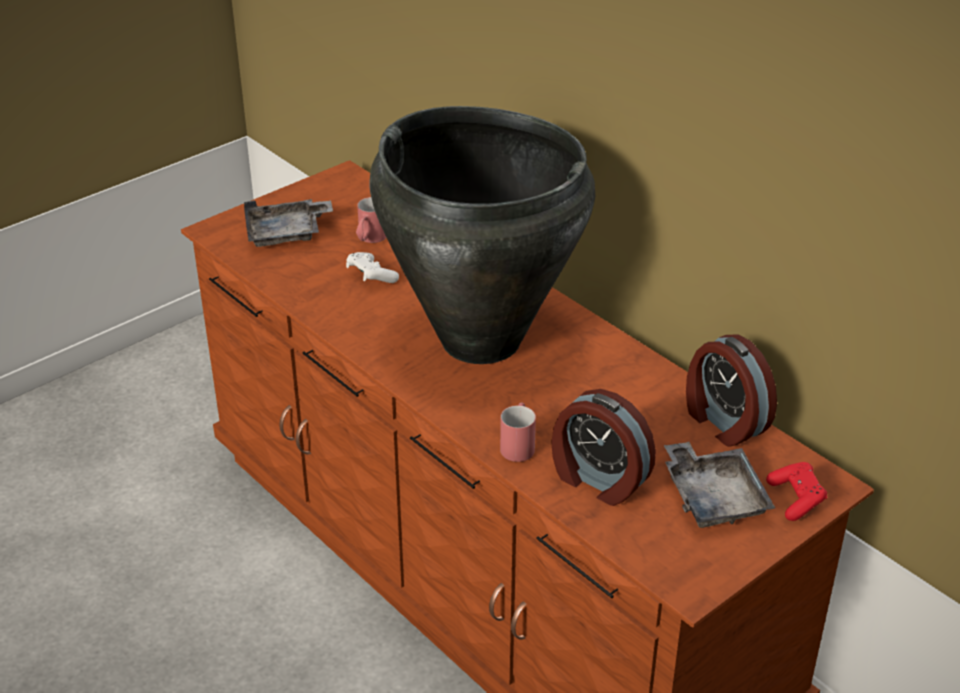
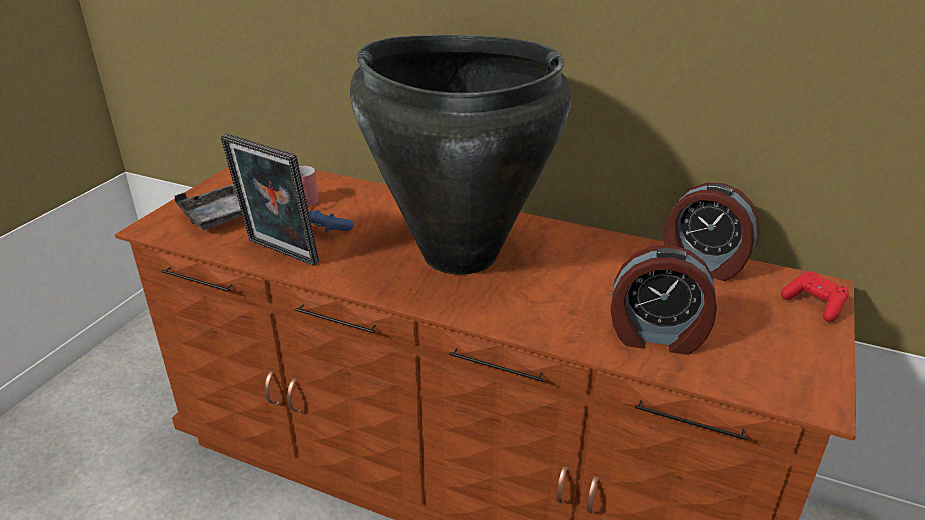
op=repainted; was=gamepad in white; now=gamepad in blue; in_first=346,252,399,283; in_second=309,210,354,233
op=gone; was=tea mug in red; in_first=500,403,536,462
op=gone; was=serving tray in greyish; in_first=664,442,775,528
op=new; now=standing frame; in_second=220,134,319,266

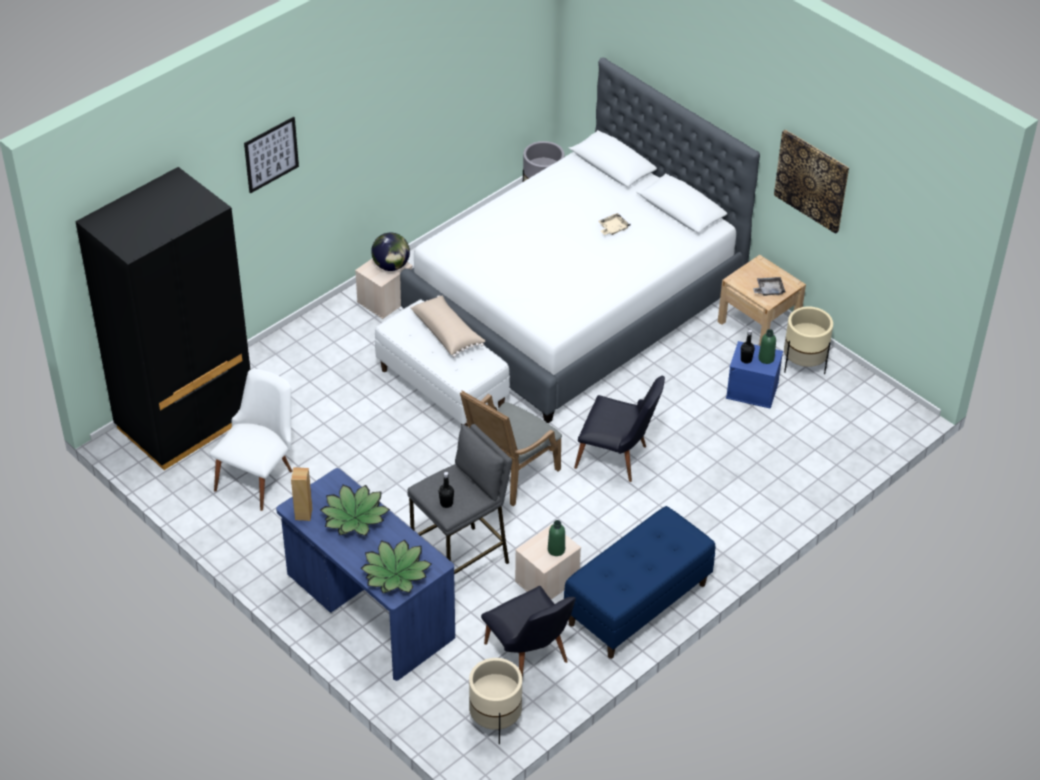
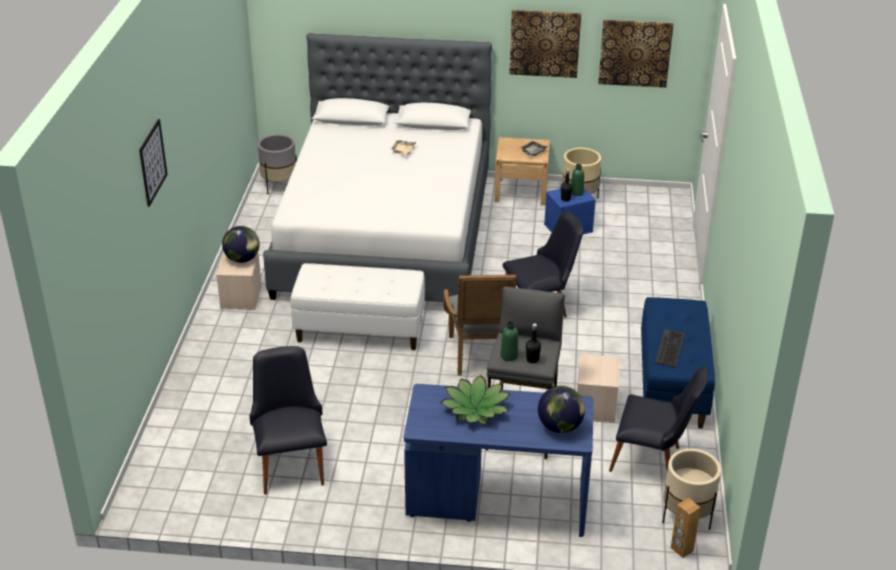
op=gone; was=wardrobe in blackish; in_first=75,167,251,470
op=repainted; was=upright chair in white; now=upright chair in blackish; in_first=210,369,293,511; in_second=250,346,327,494
op=shifted; was=loudspeaker in brown; in_first=291,467,313,521; in_second=671,498,700,558
op=swapped; was=potted plant; now=desk globe; in_first=361,539,432,593; in_second=538,386,585,433
op=gone; was=throw pillow in beige; in_first=410,295,485,358
op=shifted; was=beverage bottle in green; in_first=548,520,565,556; in_second=500,321,518,361
op=new; now=wall art; in_second=598,19,674,88
op=new; now=keyboard; in_second=655,329,685,368

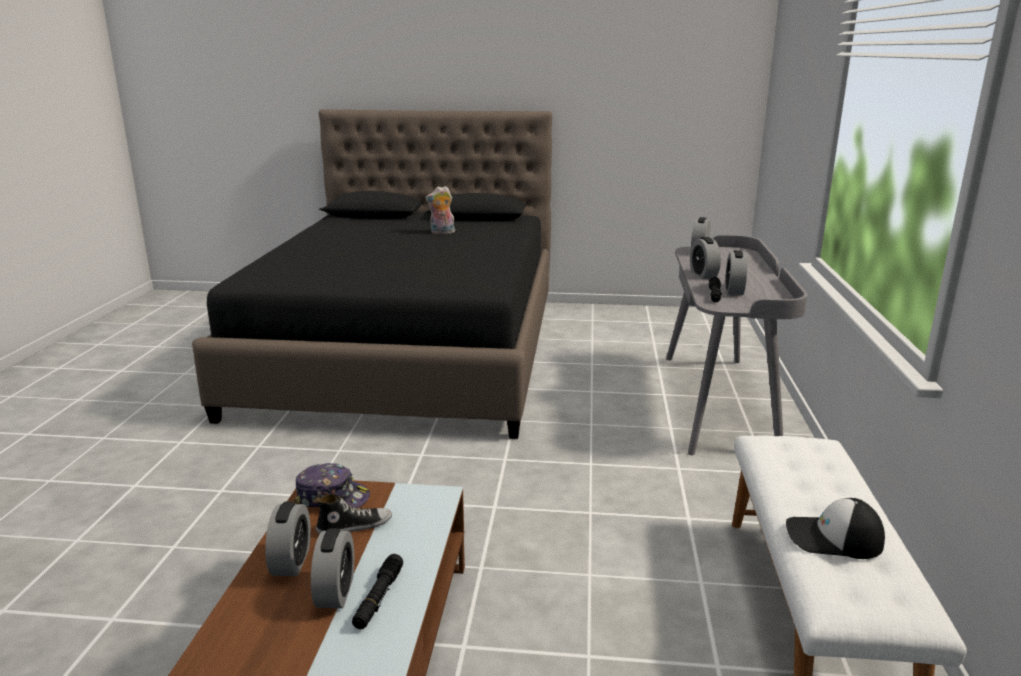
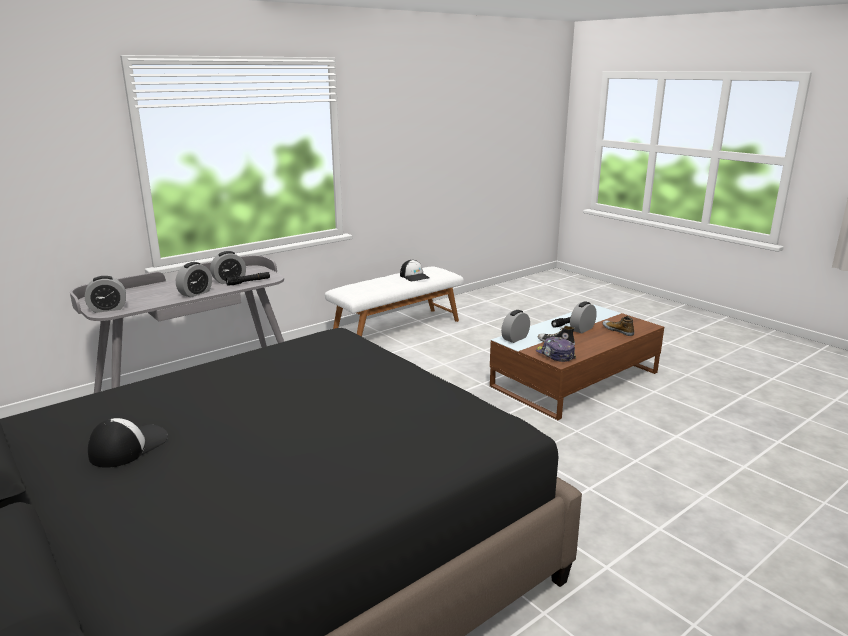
op=shifted; was=bedside clock; in_first=265,501,311,576; in_second=501,310,530,343
op=swapped; was=cuddly toy; now=baseball cap; in_first=425,186,455,234; in_second=88,418,168,468
op=new; now=shoe; in_second=603,316,634,336

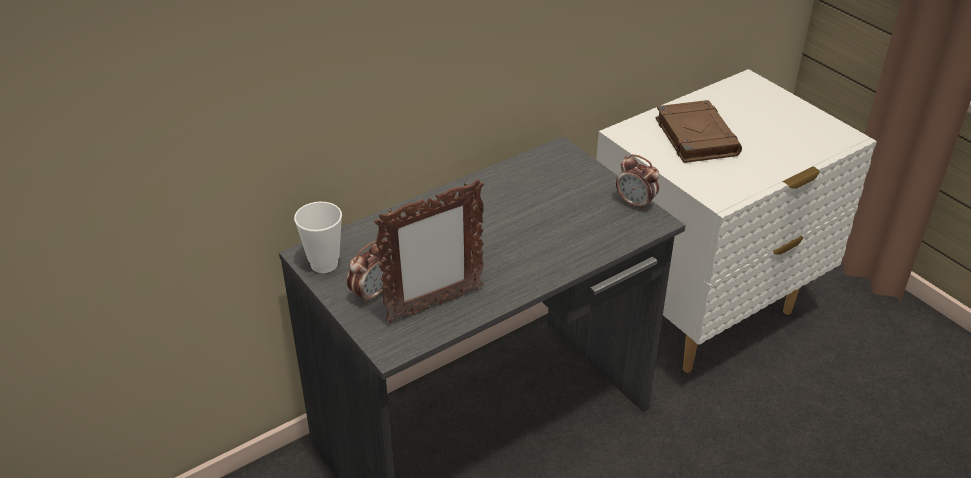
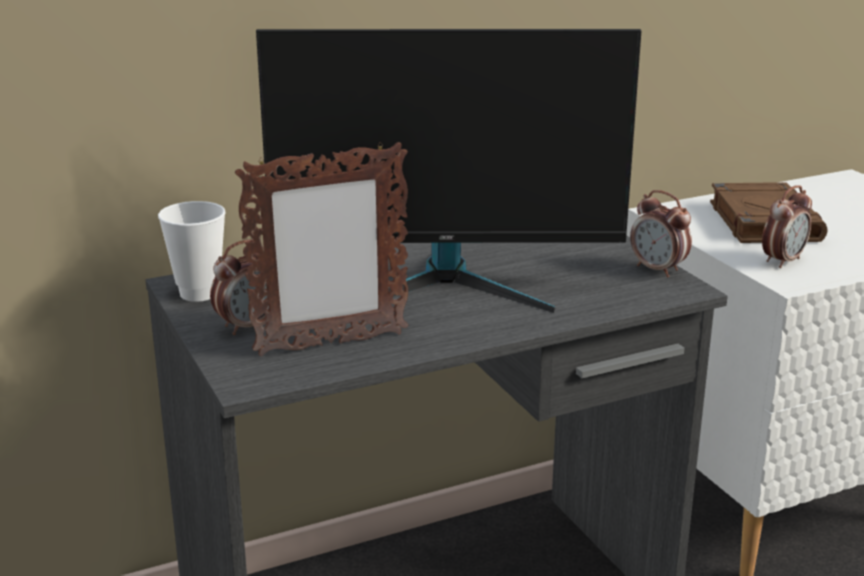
op=new; now=monitor; in_second=256,29,642,313
op=new; now=bedside clock; in_second=762,185,812,268

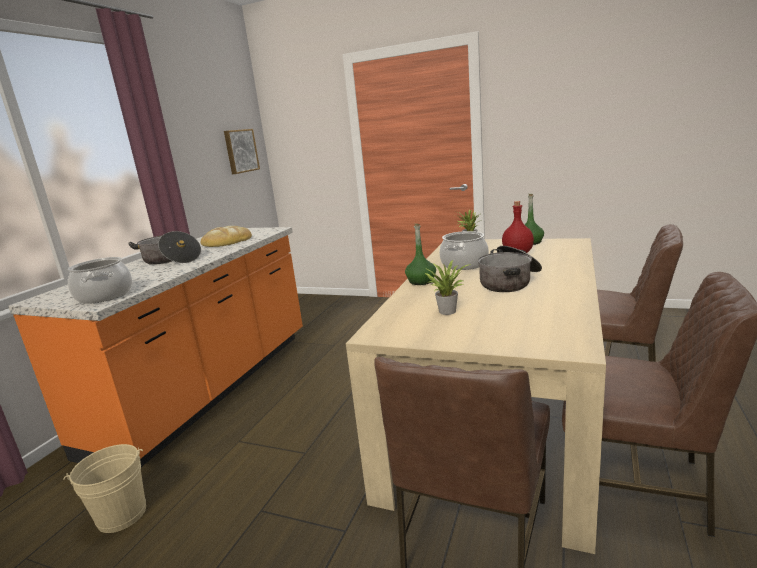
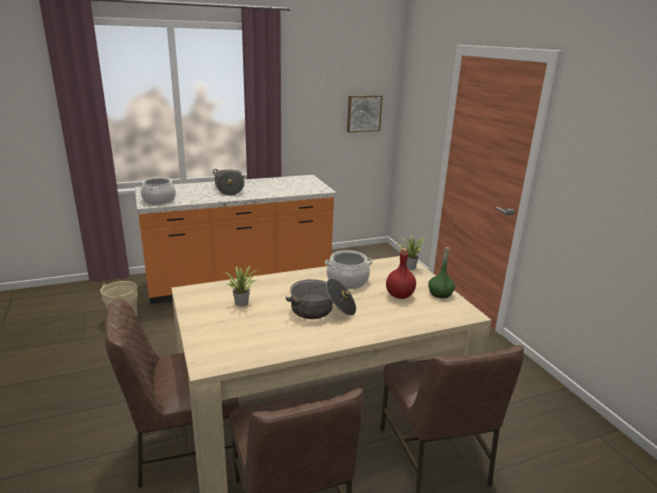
op=gone; was=bread; in_first=201,226,252,247
op=gone; was=beverage bottle in green; in_first=405,224,436,285

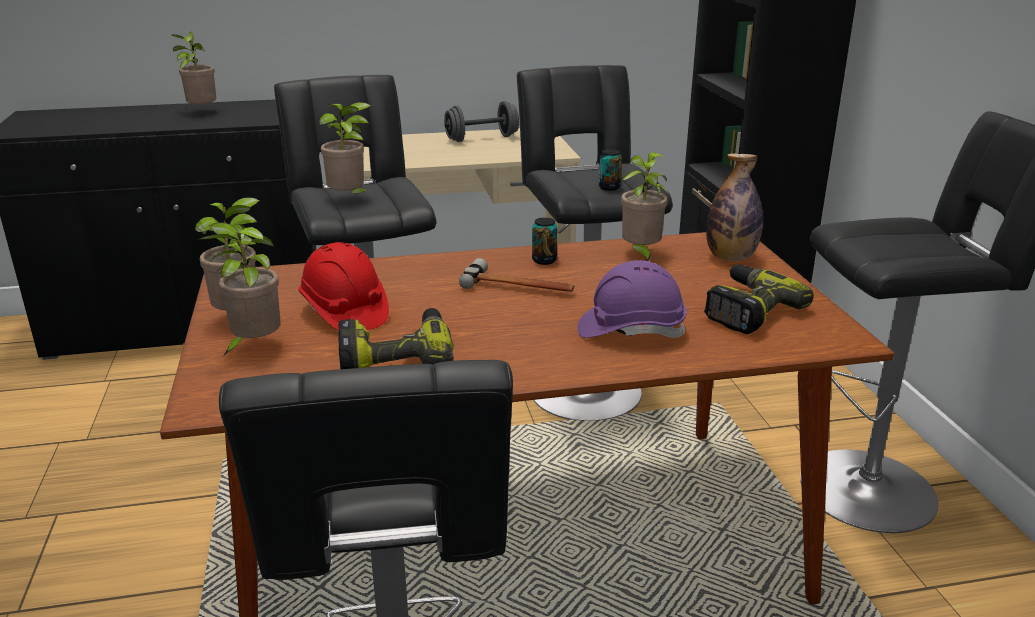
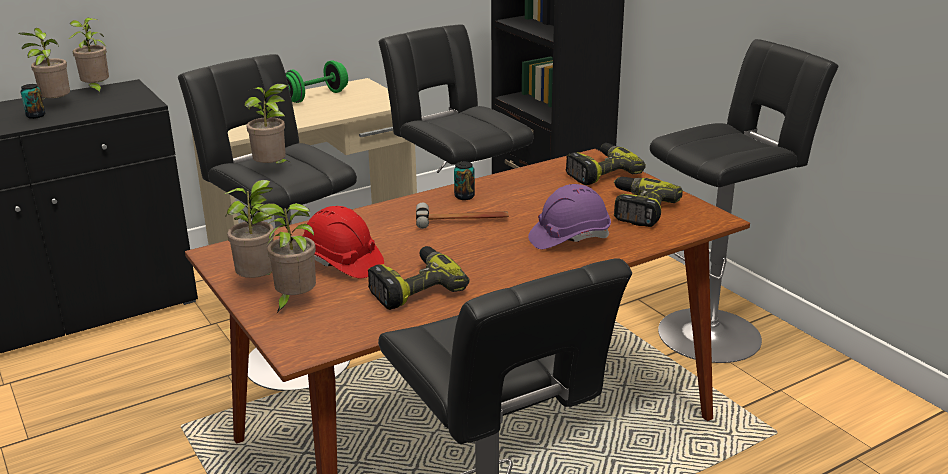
op=repainted; was=free weight in greyish; now=free weight in green; in_first=444,101,519,142; in_second=286,60,348,103
op=shifted; was=can; in_first=599,149,622,191; in_second=20,84,45,119
op=shifted; was=potted plant; in_first=621,152,669,261; in_second=69,18,109,94
op=swapped; was=beverage bottle; now=power drill; in_first=706,154,763,261; in_second=566,143,646,185

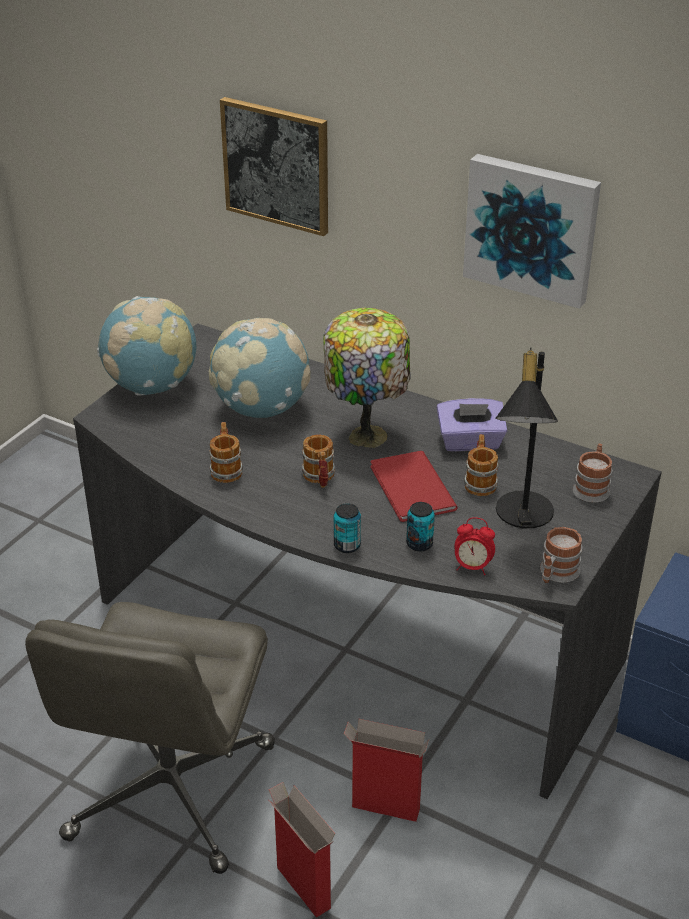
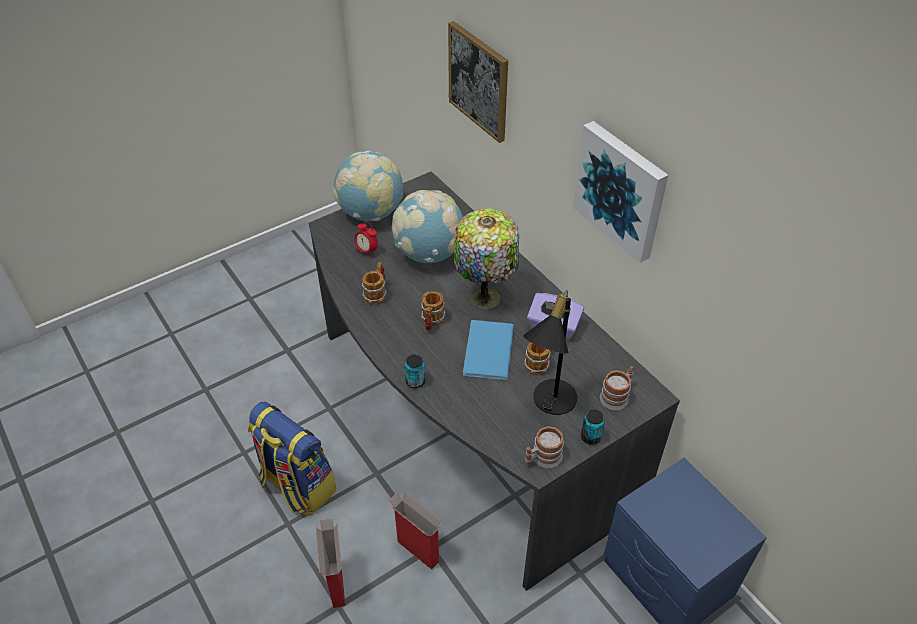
op=swapped; was=computer chair in greyish; now=knapsack; in_first=25,602,275,874; in_second=248,401,336,516
op=repainted; was=volume in red; now=volume in blue; in_first=370,451,458,522; in_second=463,320,514,380
op=shifted; was=can; in_first=406,502,435,552; in_second=581,410,605,445
op=shifted; was=bedside clock; in_first=454,517,495,575; in_second=355,221,378,258

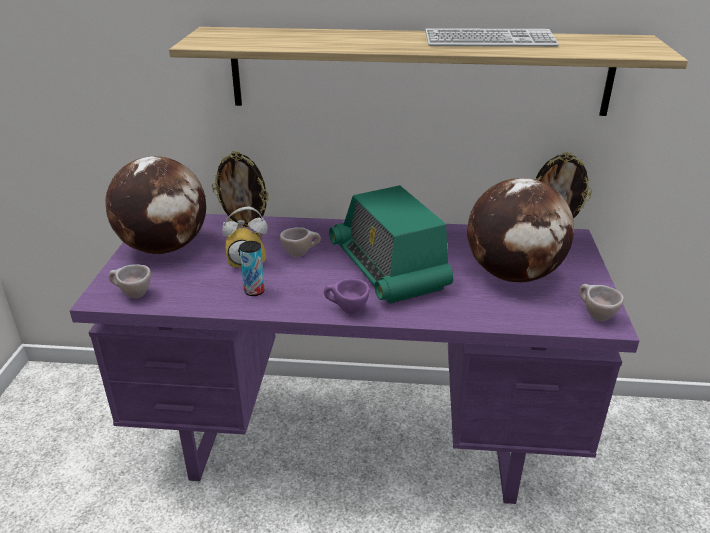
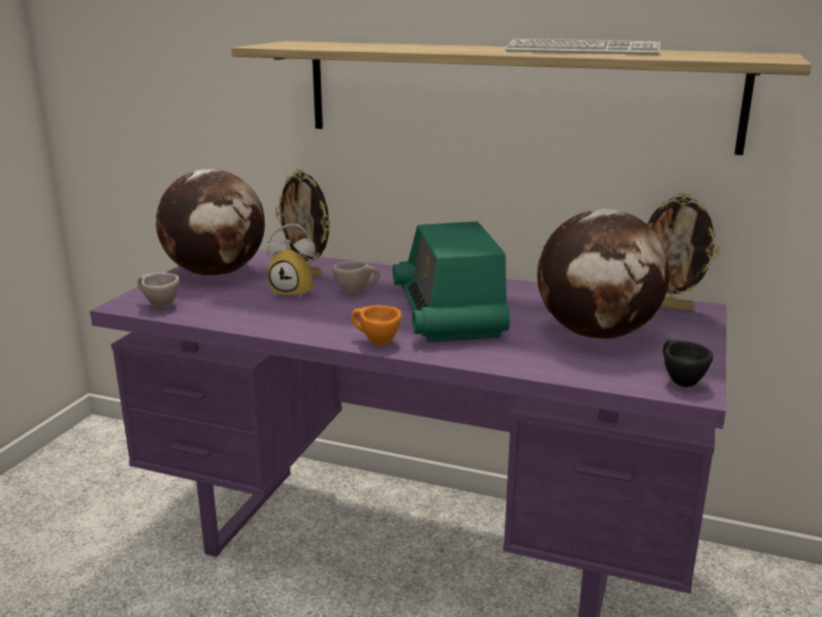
op=gone; was=can; in_first=239,241,265,296
op=repainted; was=small cup in purplish; now=small cup in orange; in_first=324,279,370,314; in_second=351,305,401,346
op=repainted; was=small cup in beige; now=small cup in blackish; in_first=579,284,624,321; in_second=663,339,713,387

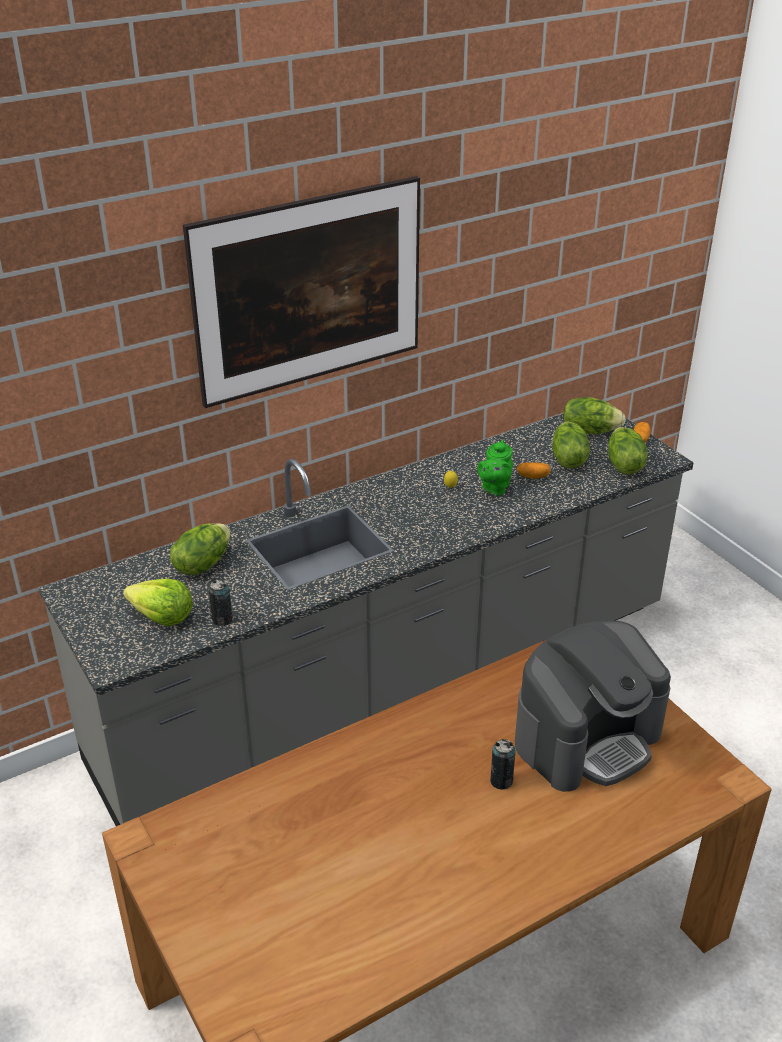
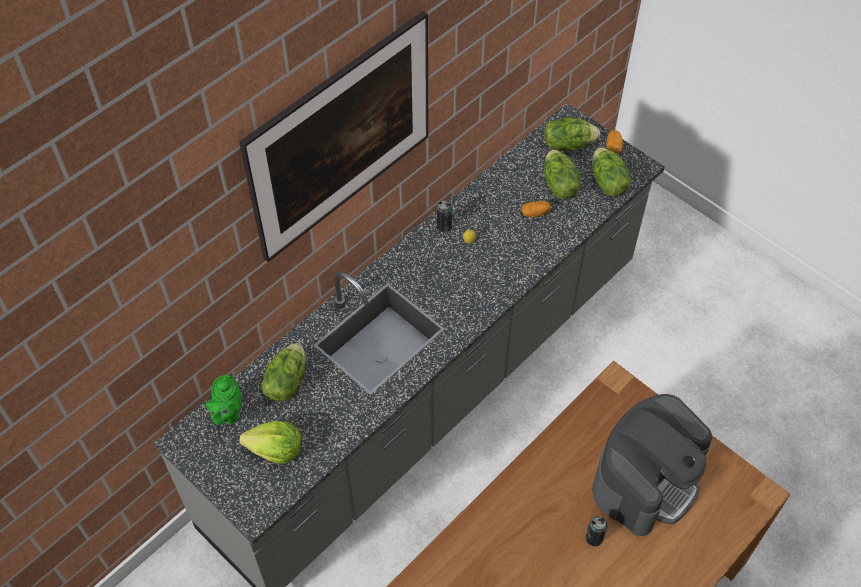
op=shifted; was=can; in_first=209,580,233,626; in_second=437,200,452,232
op=shifted; was=teapot in green; in_first=477,440,513,496; in_second=206,375,242,425

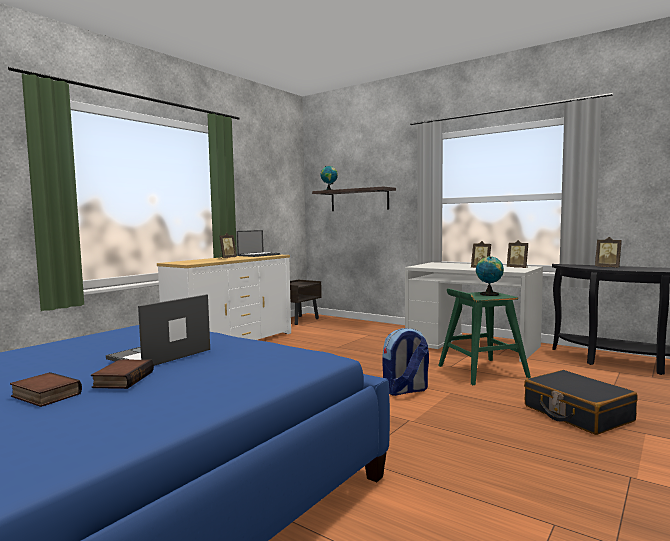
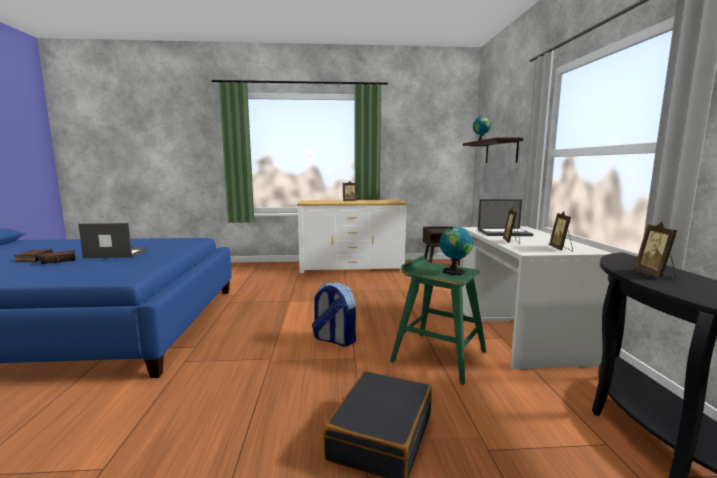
op=shifted; was=portable computer; in_first=237,230,280,257; in_second=478,199,533,236

